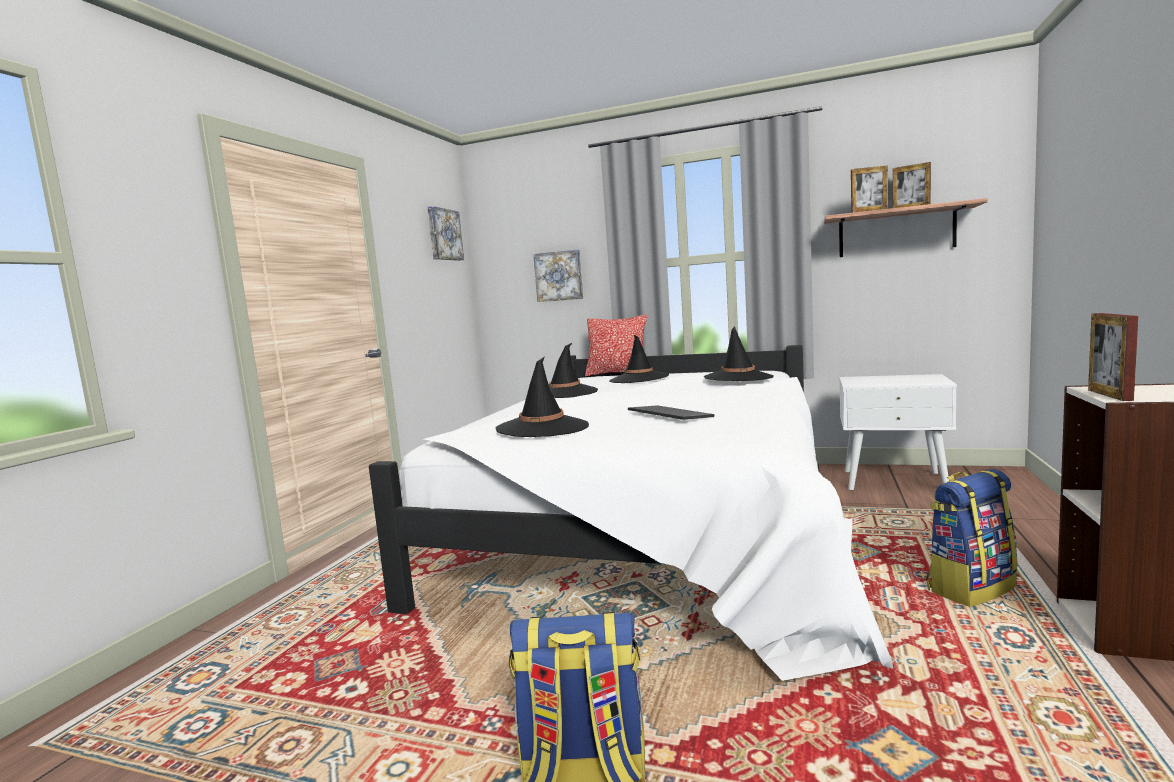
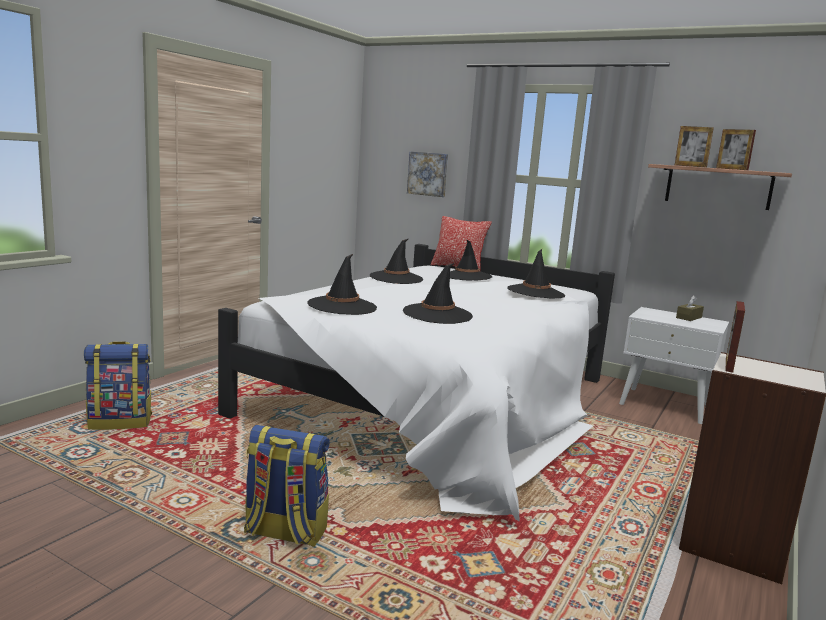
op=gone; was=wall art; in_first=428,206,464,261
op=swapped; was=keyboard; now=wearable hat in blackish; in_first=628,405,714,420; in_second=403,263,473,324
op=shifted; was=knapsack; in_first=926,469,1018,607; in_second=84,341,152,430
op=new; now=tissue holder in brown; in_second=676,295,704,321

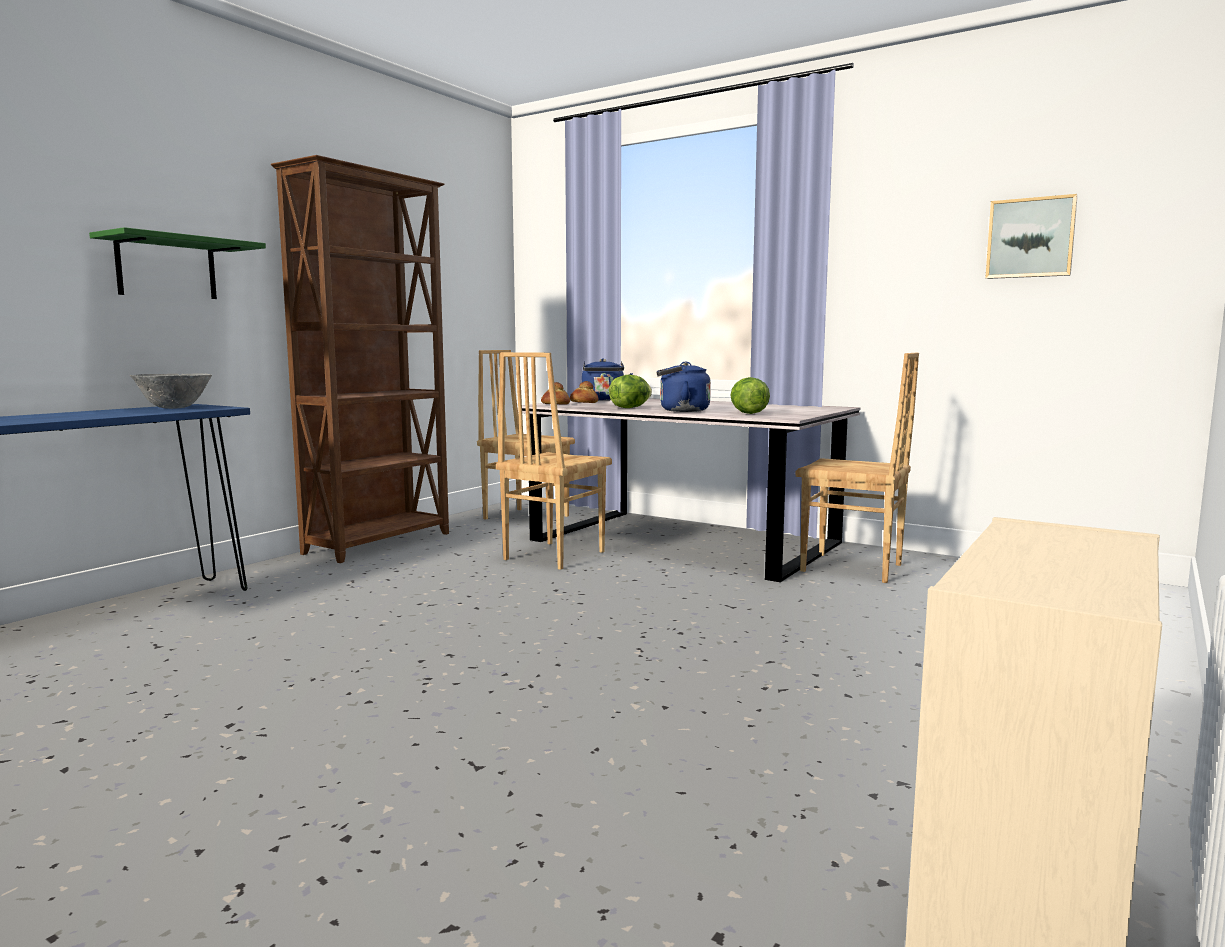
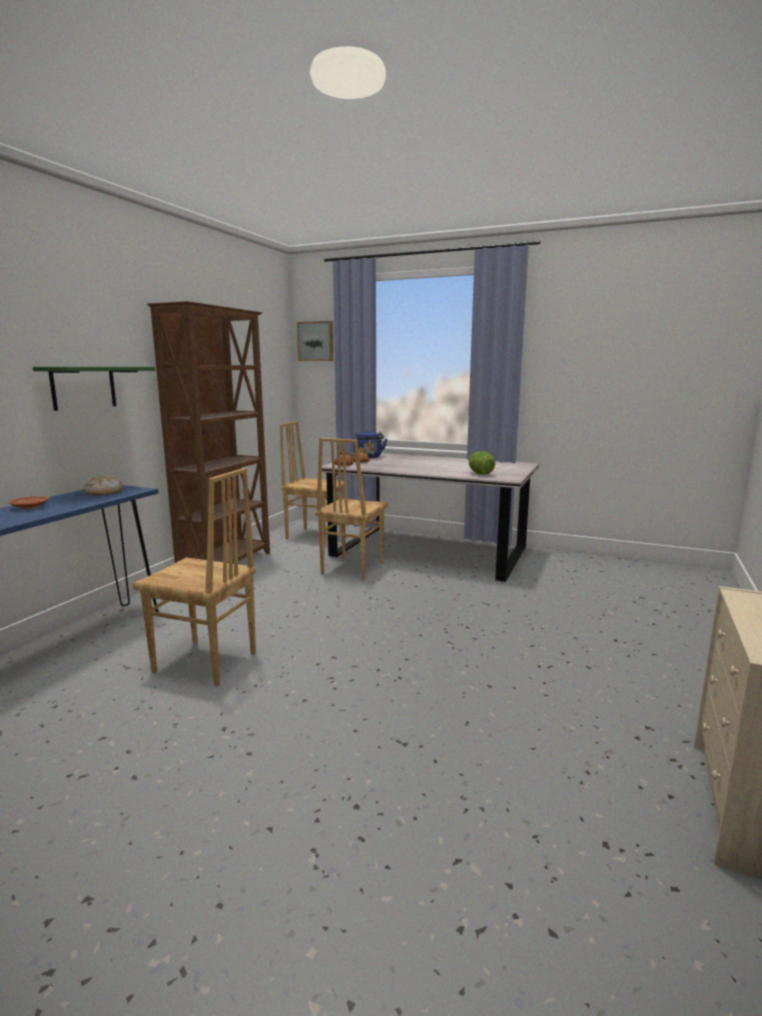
op=swapped; was=deep dish in greyish; now=bread; in_first=130,373,212,409; in_second=83,476,123,495
op=gone; was=lettuce; in_first=609,374,652,408
op=gone; was=tea kettle in blue; in_first=656,362,711,412
op=shifted; was=upright chair in brown; in_first=795,353,919,583; in_second=132,468,256,686
op=shifted; was=wall art; in_first=985,194,1078,279; in_second=297,321,333,361
op=new; now=flat dish in brown; in_second=9,496,49,509

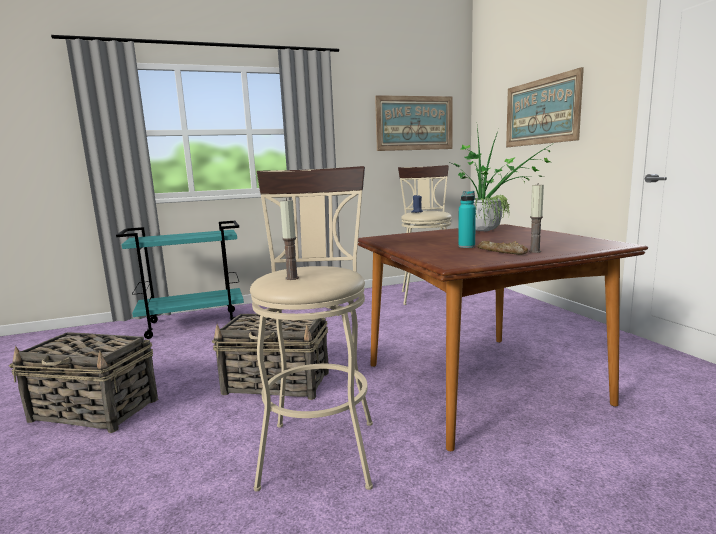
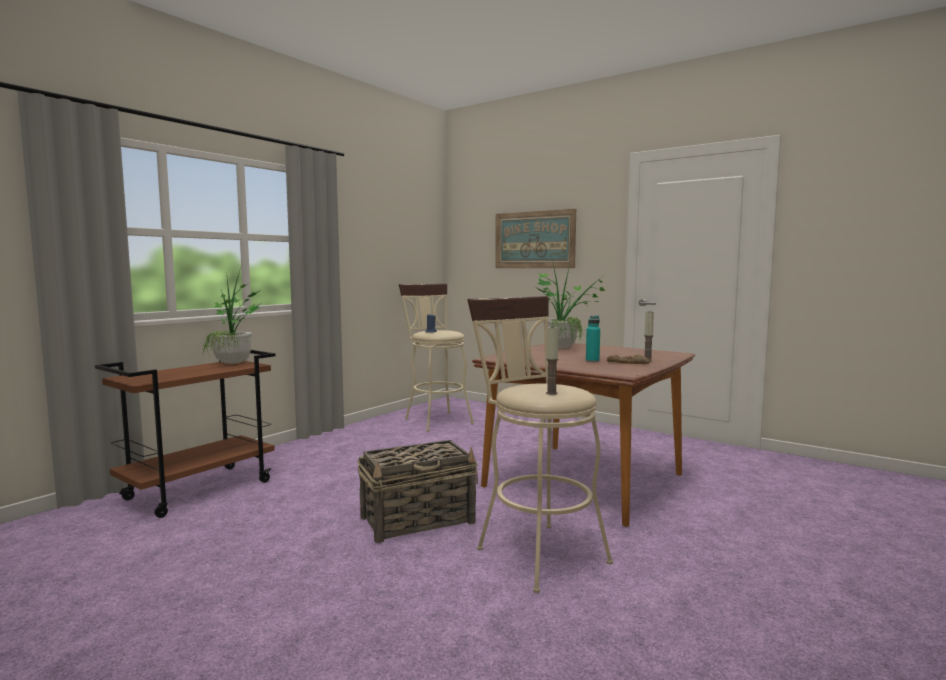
op=gone; was=storage basket; in_first=9,332,158,433
op=repainted; was=cart in blue-green; now=cart in brown; in_first=116,221,244,339; in_second=95,350,275,518
op=gone; was=wall art; in_first=375,95,453,151
op=new; now=potted plant; in_second=202,265,262,364

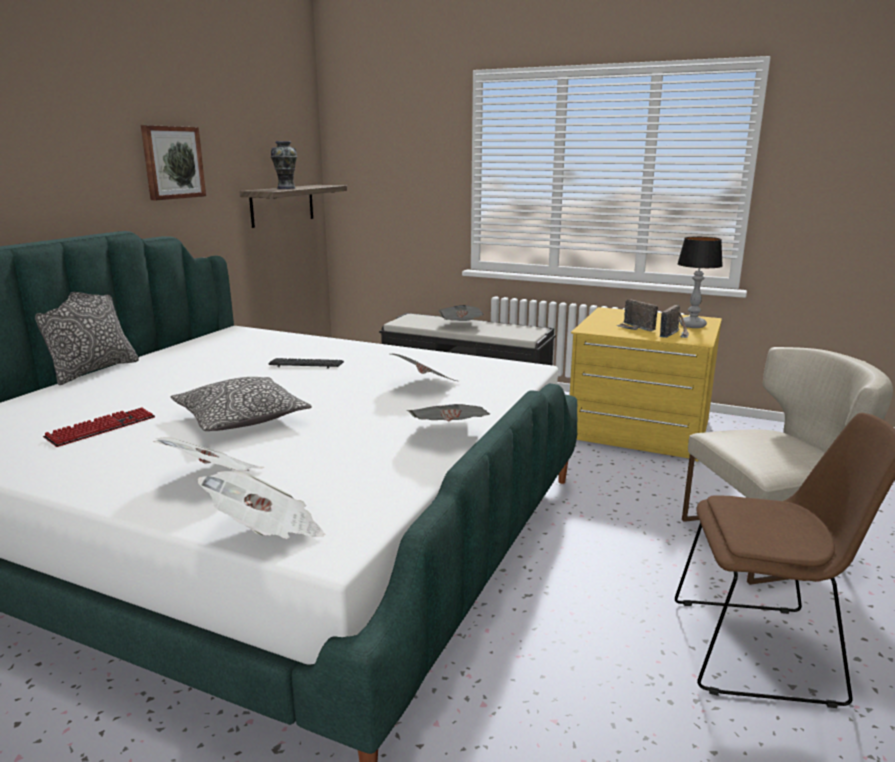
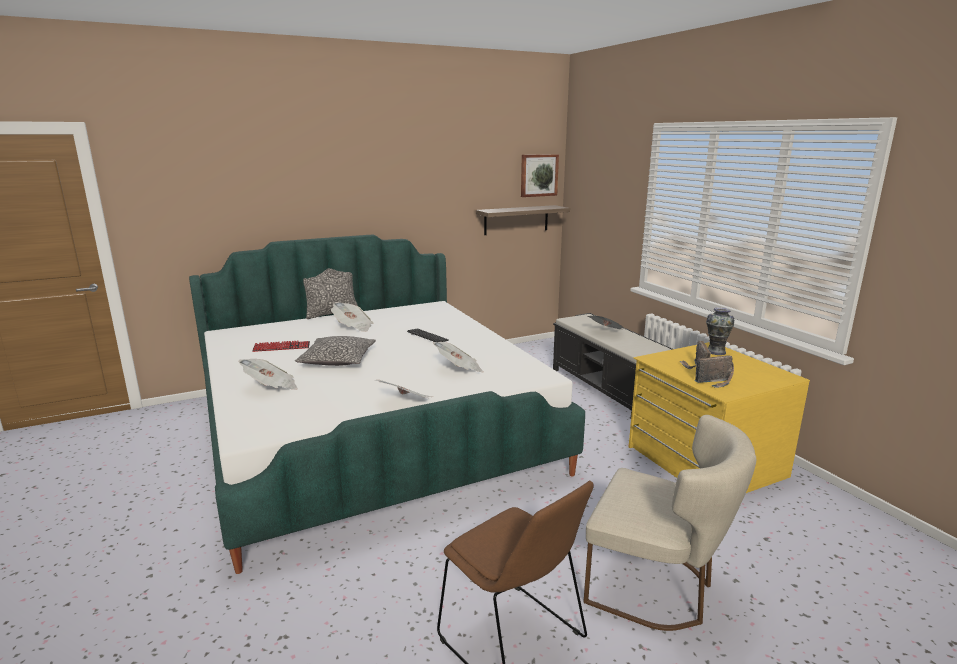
op=shifted; was=wall art; in_first=141,125,206,200; in_second=521,154,559,197
op=shifted; was=daily paper; in_first=198,471,325,539; in_second=331,302,374,332
op=shifted; was=flower vase; in_first=271,141,297,189; in_second=706,307,734,355
op=gone; was=lamp for a table; in_first=677,236,723,328

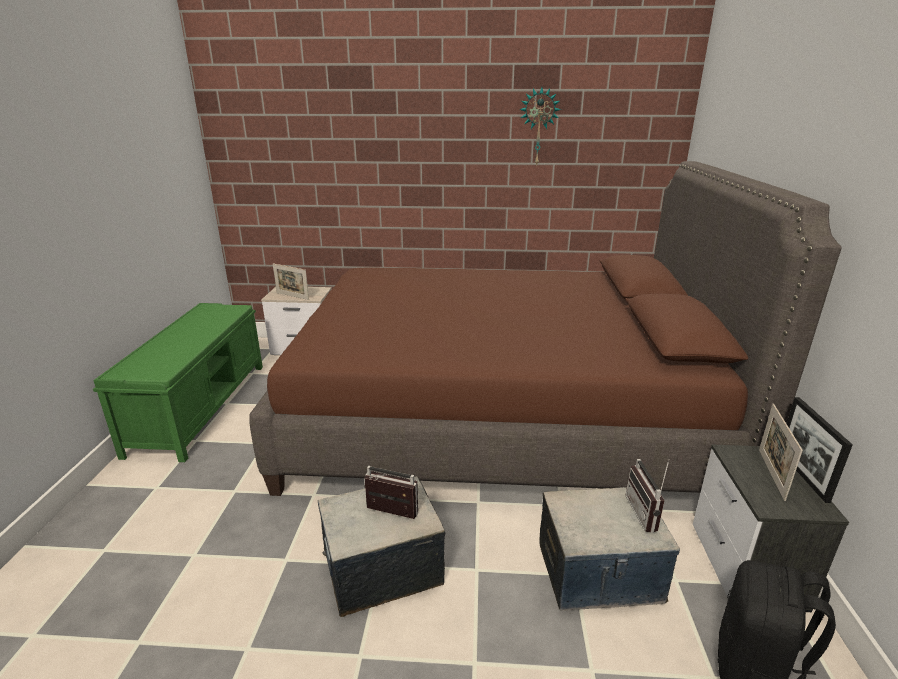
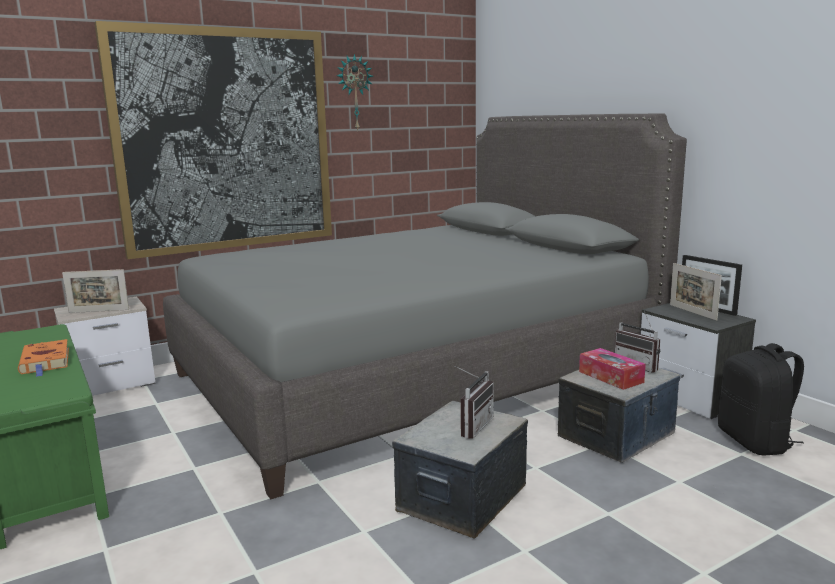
op=repainted; was=sleeping bed in brown; now=sleeping bed in greyish; in_first=249,161,842,496; in_second=163,114,687,499
op=rotated; was=radio; in_first=364,466,418,519; in_second=455,366,494,439; clockwise=135
op=new; now=volume in orange; in_second=18,339,69,377
op=new; now=wall art; in_second=94,21,332,259
op=new; now=tissue holder; in_second=579,348,646,390

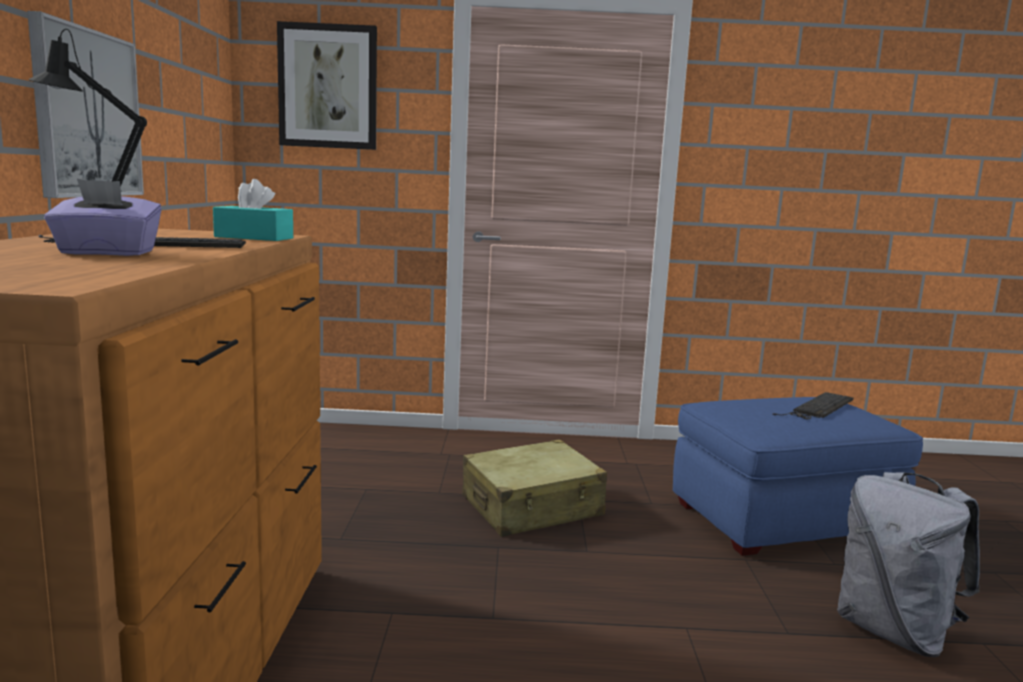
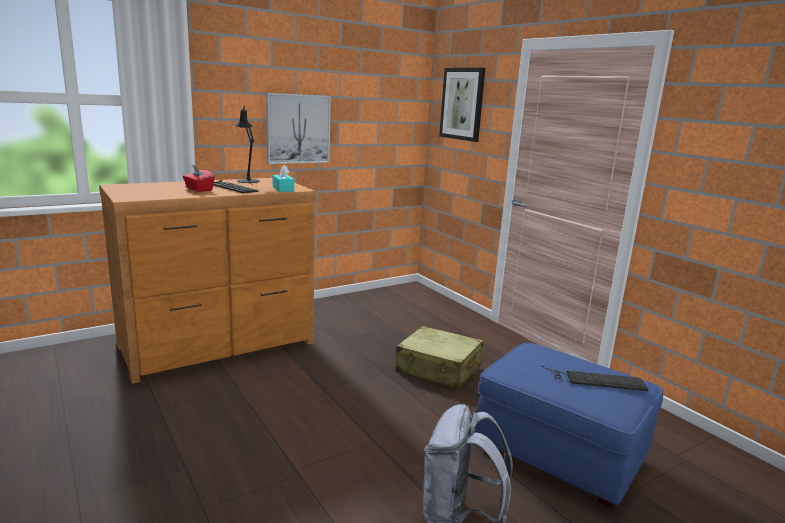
op=repainted; was=tissue holder in purplish; now=tissue holder in red; in_first=44,179,162,256; in_second=183,165,215,192

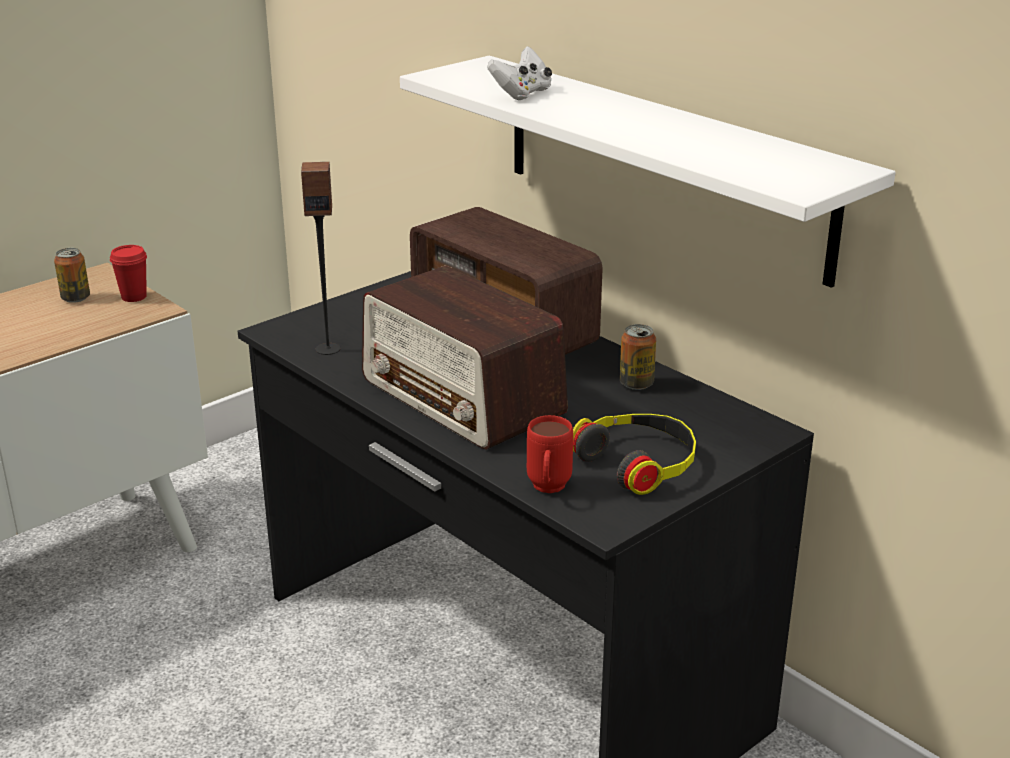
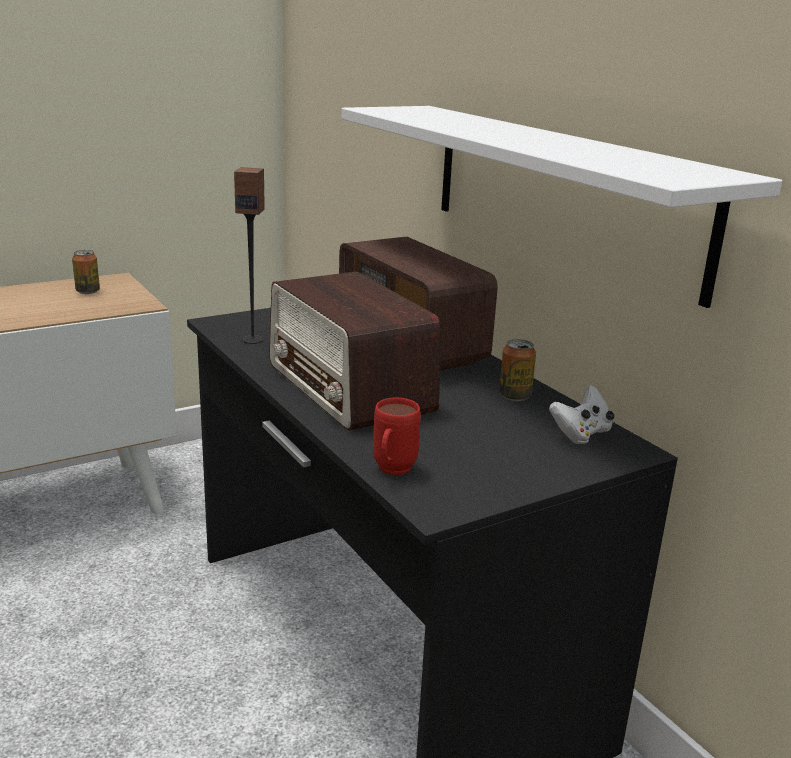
op=gone; was=small cup in red; in_first=110,245,147,302
op=shifted; was=gamepad in white; in_first=488,46,552,100; in_second=549,385,614,444
op=gone; was=headphones; in_first=573,414,696,495

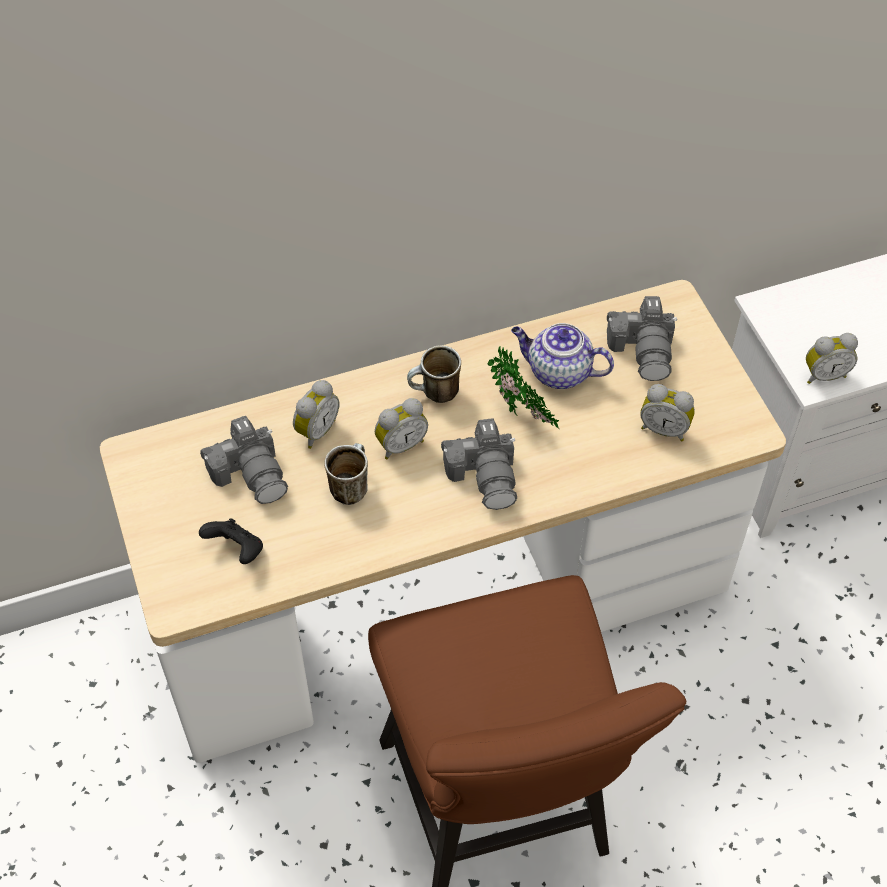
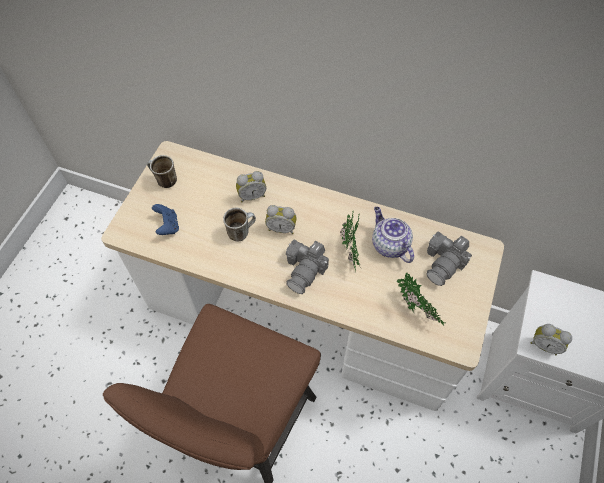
op=repainted; was=gamepad in blackish; now=gamepad in blue; in_first=199,518,263,564; in_second=152,204,179,235
op=gone; was=photo camera; in_first=200,416,288,504
op=shifted; was=tea mug; in_first=407,345,461,403; in_second=147,155,177,188
op=swapped; was=bedside clock; now=potted plant; in_first=640,384,695,441; in_second=396,273,445,325

